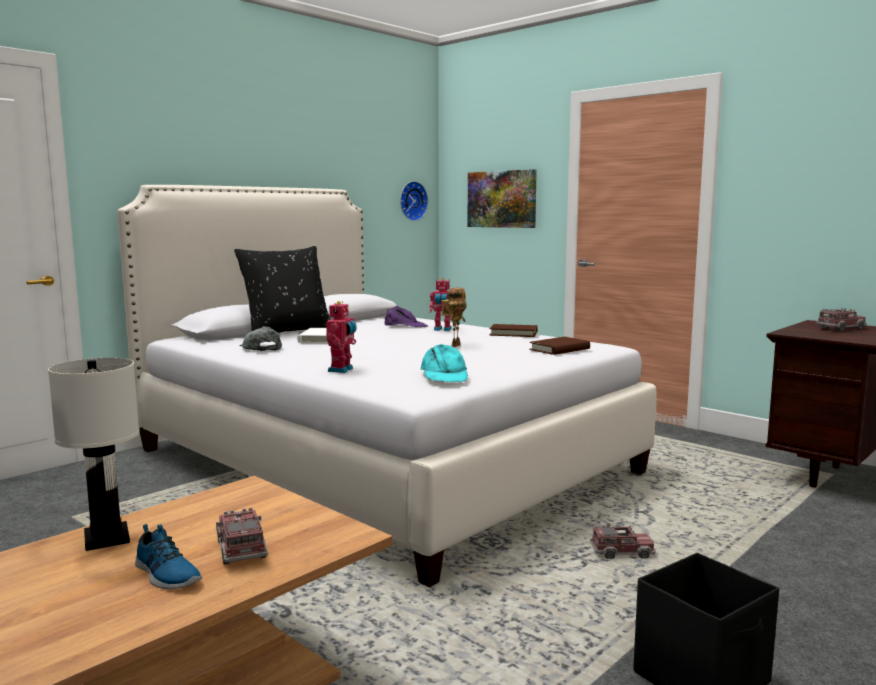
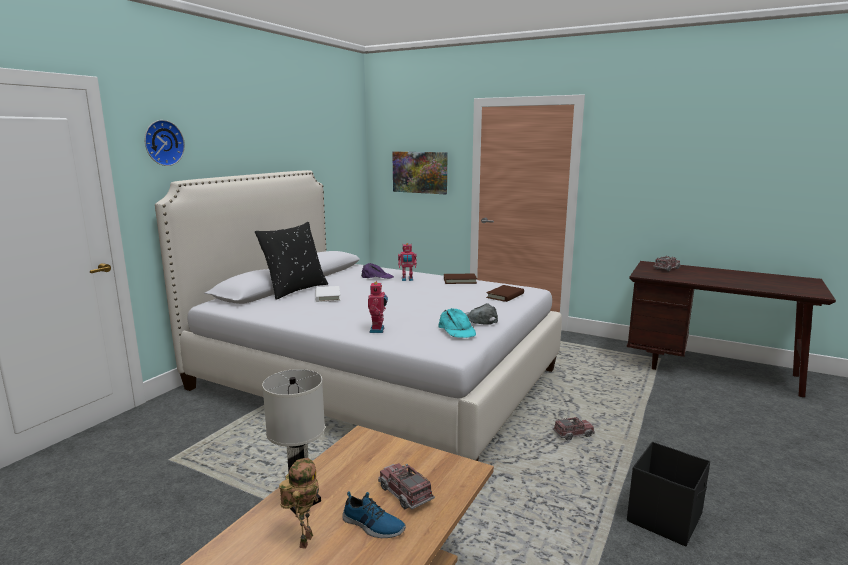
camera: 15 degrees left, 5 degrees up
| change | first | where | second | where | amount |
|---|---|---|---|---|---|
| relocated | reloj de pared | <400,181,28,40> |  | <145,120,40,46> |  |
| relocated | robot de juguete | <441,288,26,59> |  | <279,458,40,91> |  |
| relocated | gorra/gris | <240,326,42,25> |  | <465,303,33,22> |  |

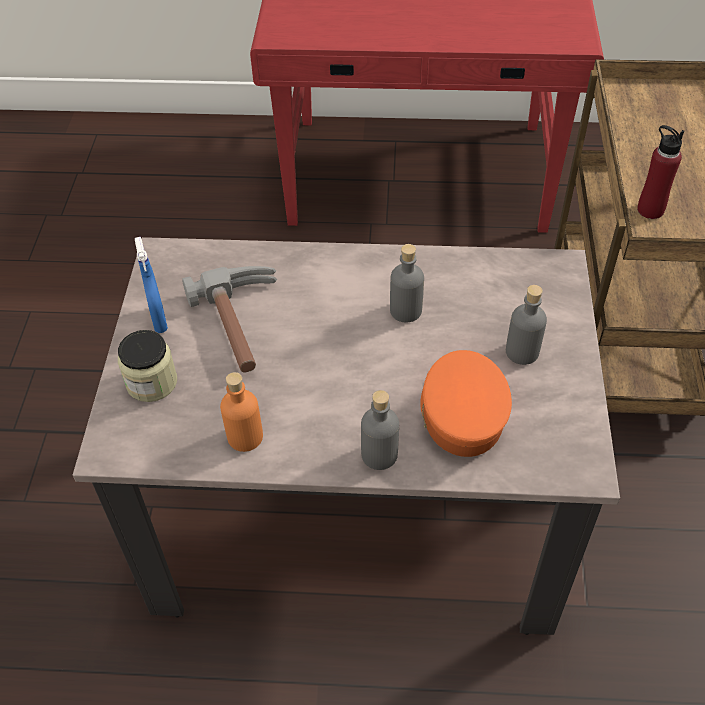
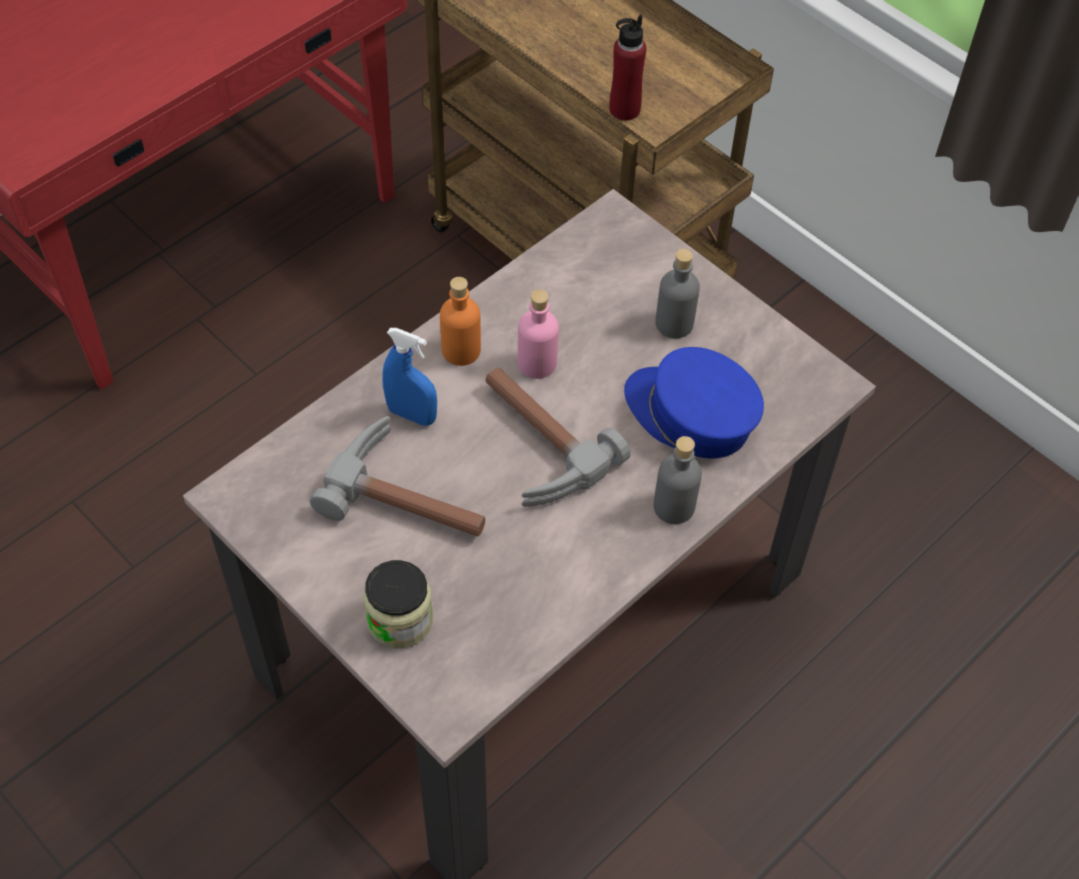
camera: 50 degrees left, 5 degrees up
| change | first | where | second | where | amount |
|---|---|---|---|---|---|
| relocated | pulverizador/azul | <135,237,33,96> |  | <382,328,55,98> |  |
| colour | botella/gris | <390,244,34,78> | botella/rosa | <518,290,41,89> |  |
| colour | gorra/naranja | <420,350,92,107> | gorra/azul | <624,347,140,111> |  |
| relocated | botella/naranja | <220,372,43,80> |  | <440,277,41,89> |  |
| appeared |  |  | martillo | <485,367,145,140> |  |

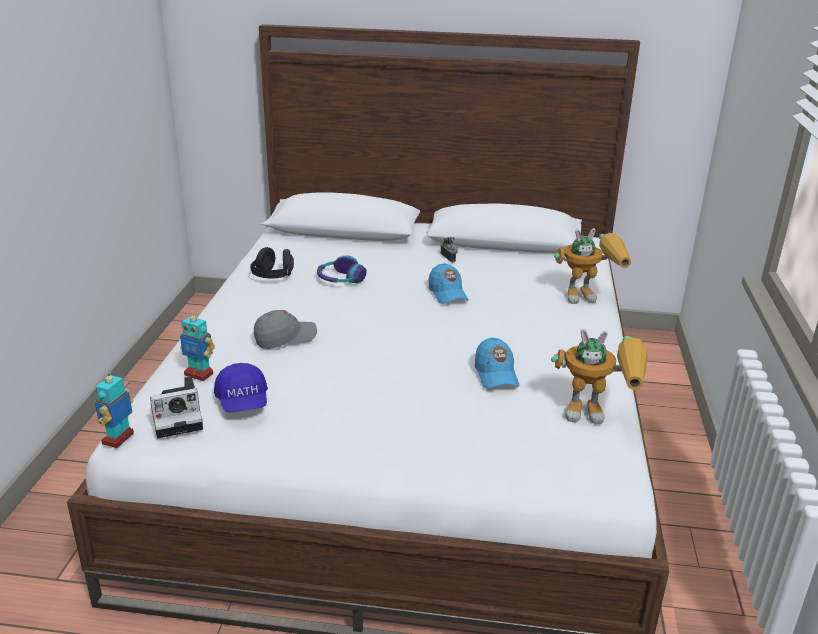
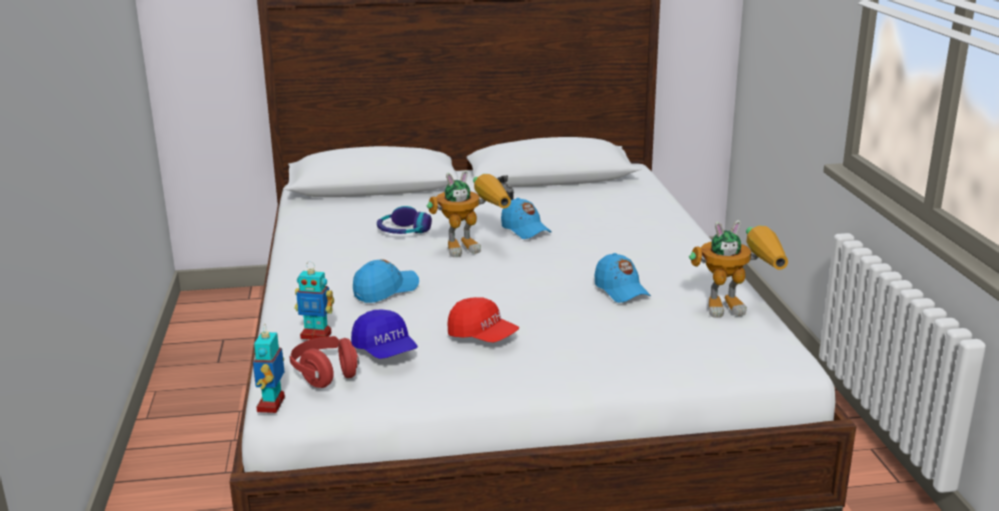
camera: 15 degrees left, 5 degrees down
| change | first | where | second | where | amount |
|---|---|---|---|---|---|
| relocated | robot de juguete | <554,228,77,76> |  | <427,170,84,87> |  |
| missing | auriculares/negro | <250,247,44,31> |  |  |  |
| colour | gorra/gris | <254,310,63,39> | gorra/azul | <353,259,66,44> |  |
| exchanged | cámara | <150,376,53,62> | auriculares/rojo | <289,336,70,52> |  |
| appeared |  |  | gorra/rojo | <447,297,72,46> |  |

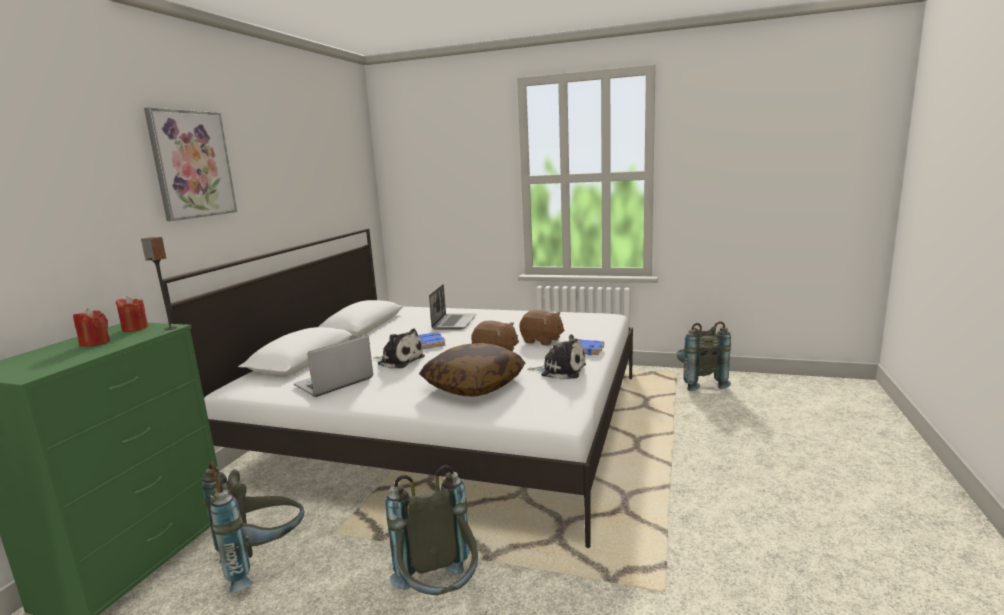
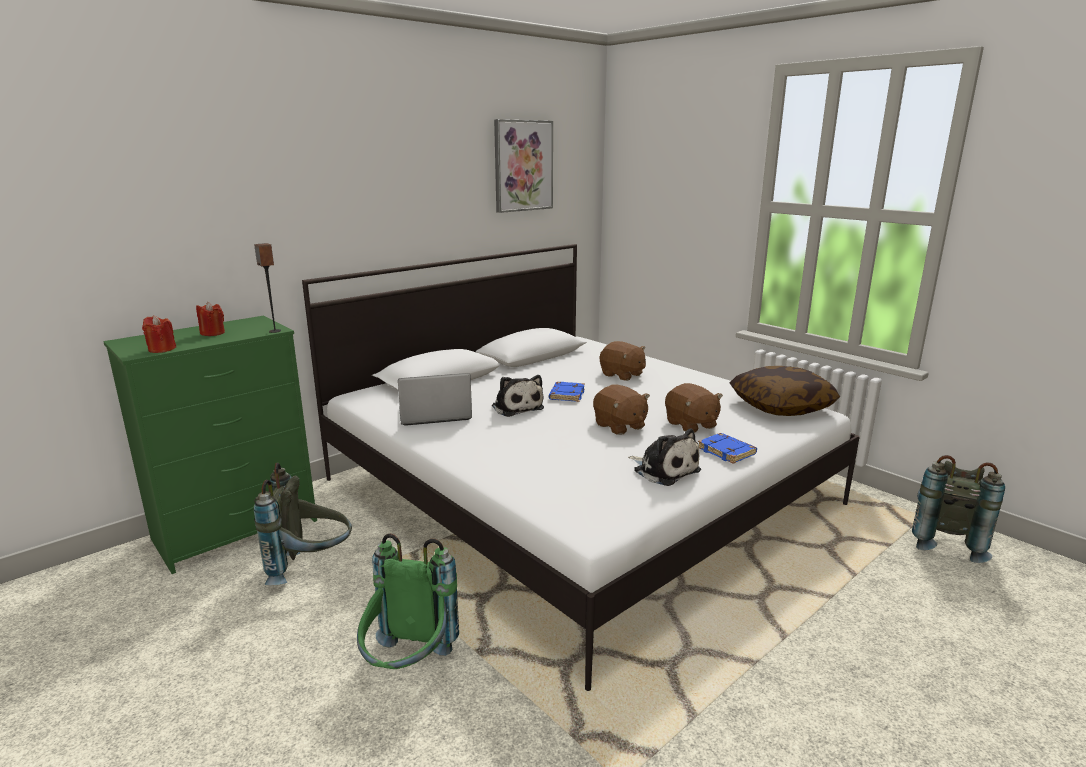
camera: 30 degrees right, 5 degrees up
| change | first | where | second | where | amount |
|---|---|---|---|---|---|
| relocated | cuadro | <144,107,93,114> |  | <494,119,59,94> |  |
| exchanged | portátil | <429,284,47,46> | peluche/marrón | <600,341,46,40> |  |
| relocated | vela/rojo | <116,296,32,36> |  | <142,315,34,38> |  |
| relocated | cojín | <419,343,106,54> |  | <730,366,110,50> |  |
| colour | mochila/gris | <385,465,93,130> | mochila/verde | <357,533,102,136> |  |

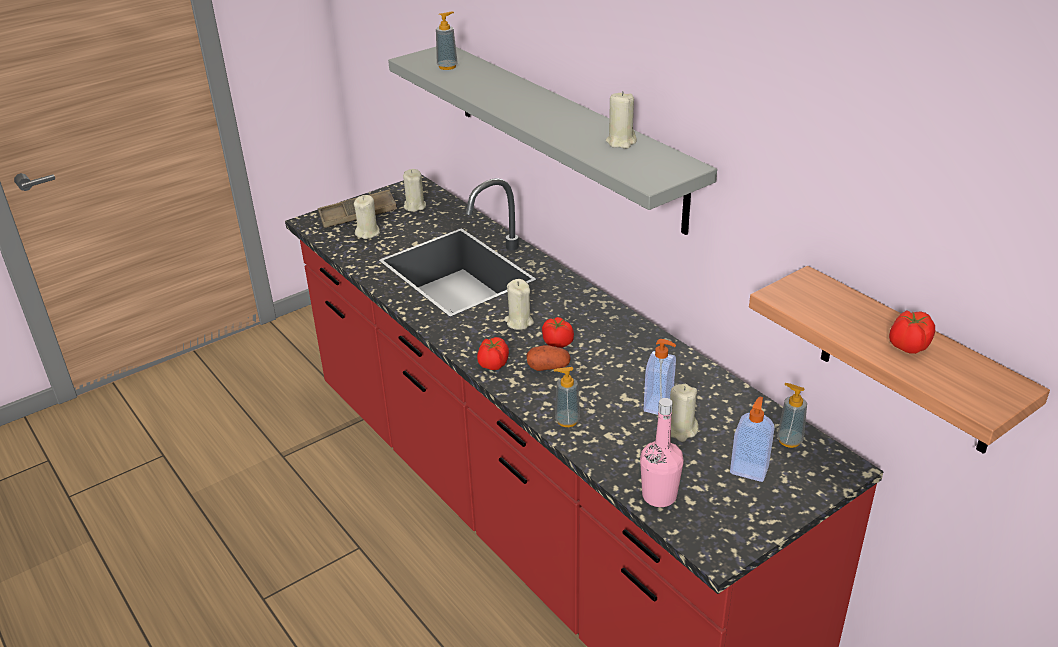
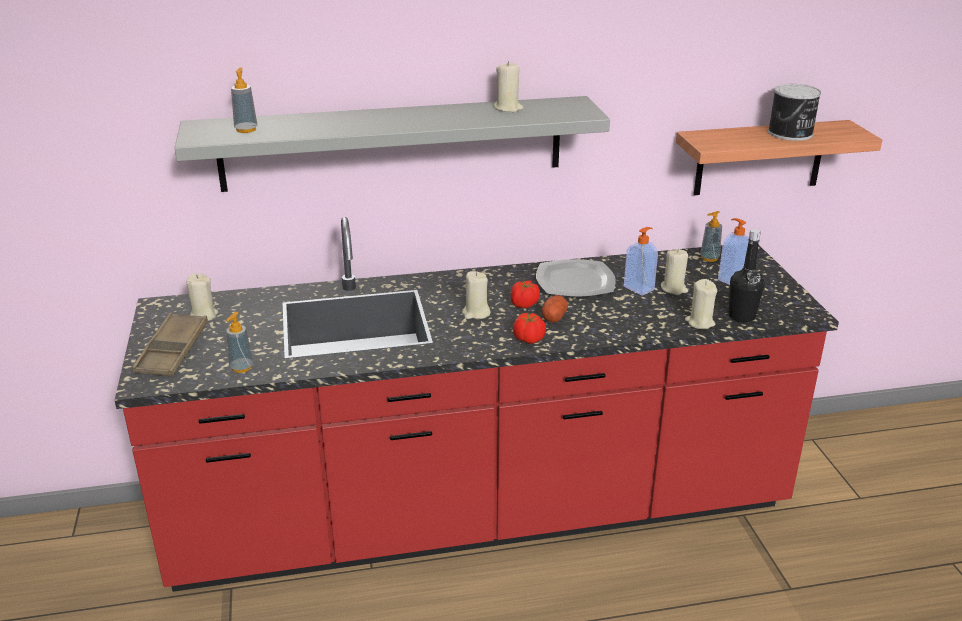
camera: 65 degrees left, 5 degrees down
| change | first | where | second | where | amount |
|---|---|---|---|---|---|
| relocated | vela/beis | <354,195,26,44> |  | <685,279,32,50> |  |
| exchanged | tomate | <889,310,46,44> | lata | <768,84,53,57> |  |
| relocated | dispensador de jabón | <554,367,26,60> |  | <226,312,27,61> |  |
| colour | botella/rosa | <640,398,44,109> | botella/negro | <729,229,36,93> |  |
| appeared |  |  | plato | <536,259,80,38> |  |

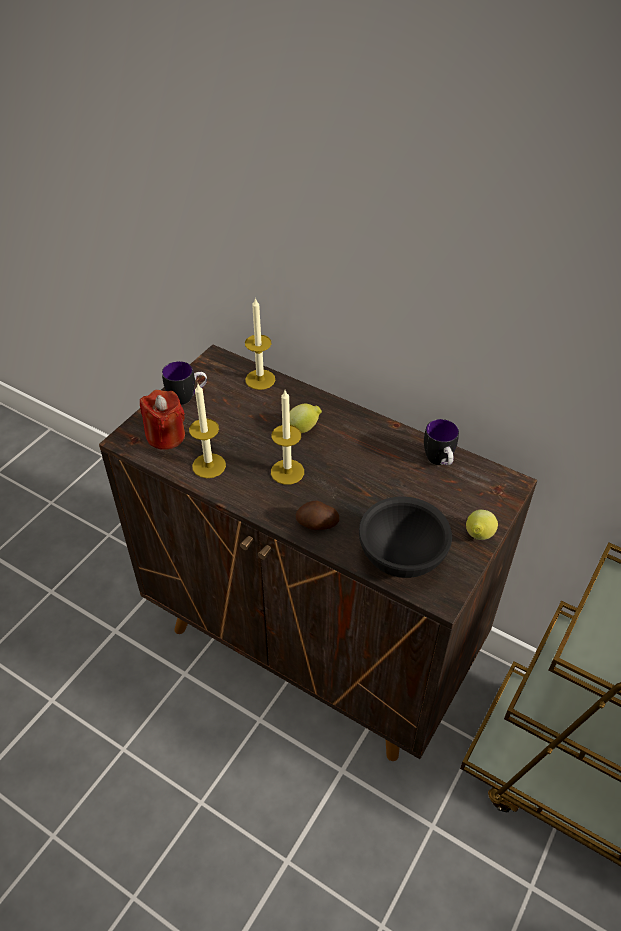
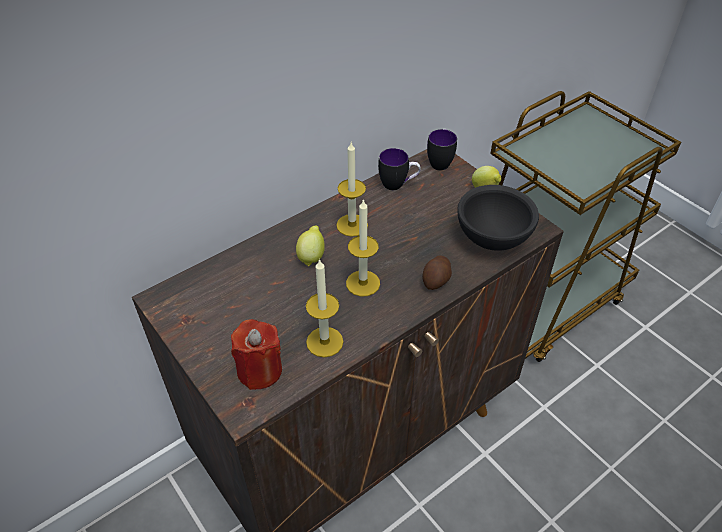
camera: 70 degrees left, 0 degrees up
| change | first | where | second | where | amount |
|---|---|---|---|---|---|
| relocated | vela | <245,297,30,93> |  | <336,142,32,95> |  |
| relocated | taza grande | <162,361,45,44> |  | <427,129,30,42> |  |

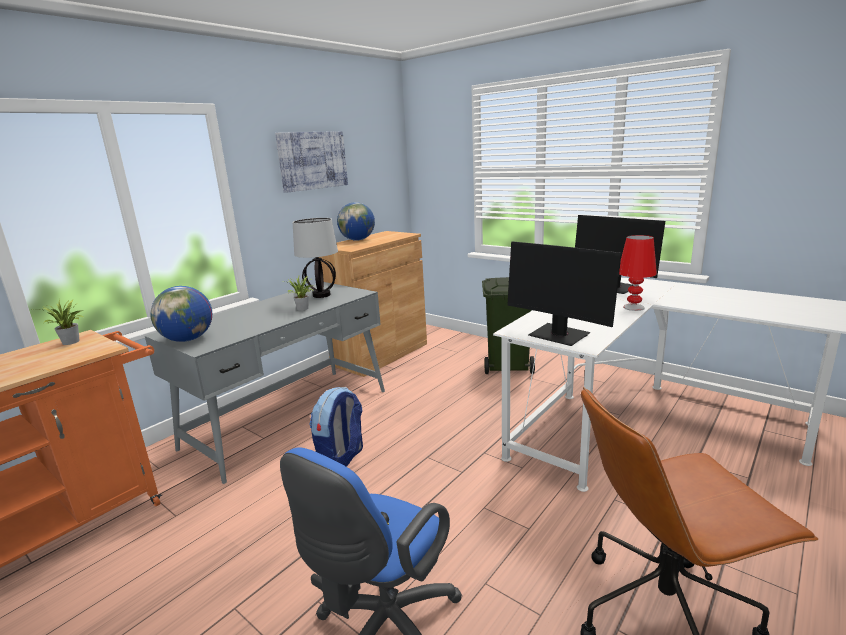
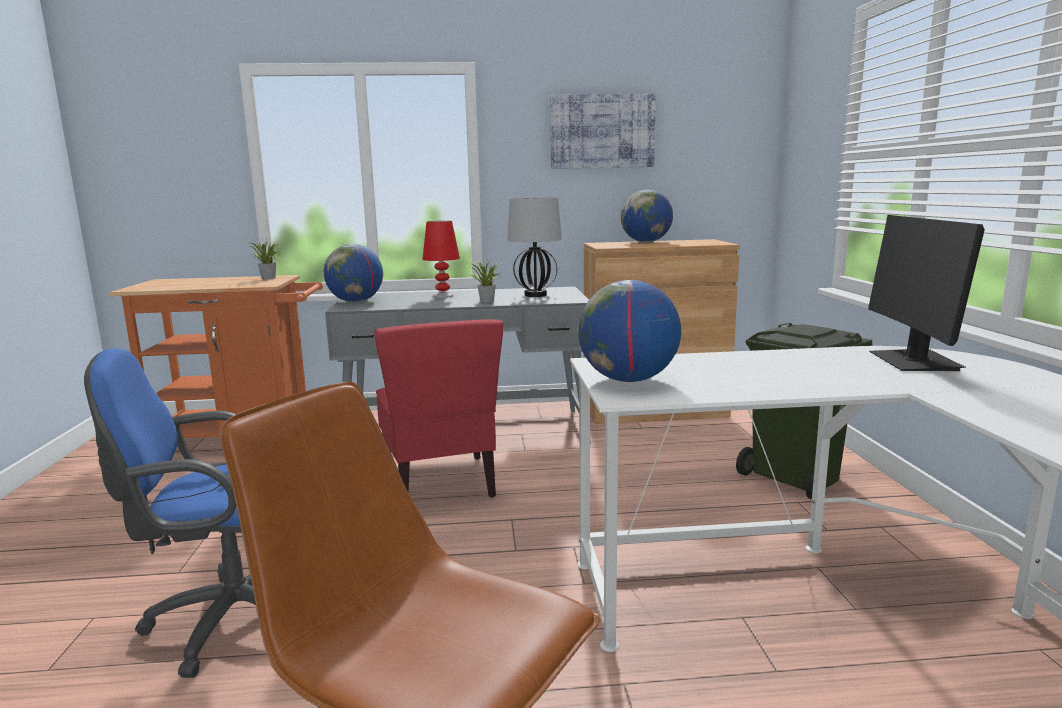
camera: 45 degrees right, 5 degrees down
| change | first | where | second | where | amount |
|---|---|---|---|---|---|
| relocated | lámpara de mesa/rojo | <619,235,38,76> |  | <422,221,38,77> |  |
| exchanged | monitor | <507,241,115,105> | globo terráqueo | <578,280,103,102> |  |
| exchanged | mochila | <309,387,54,80> | silla/rojo | <374,319,129,179> |  |

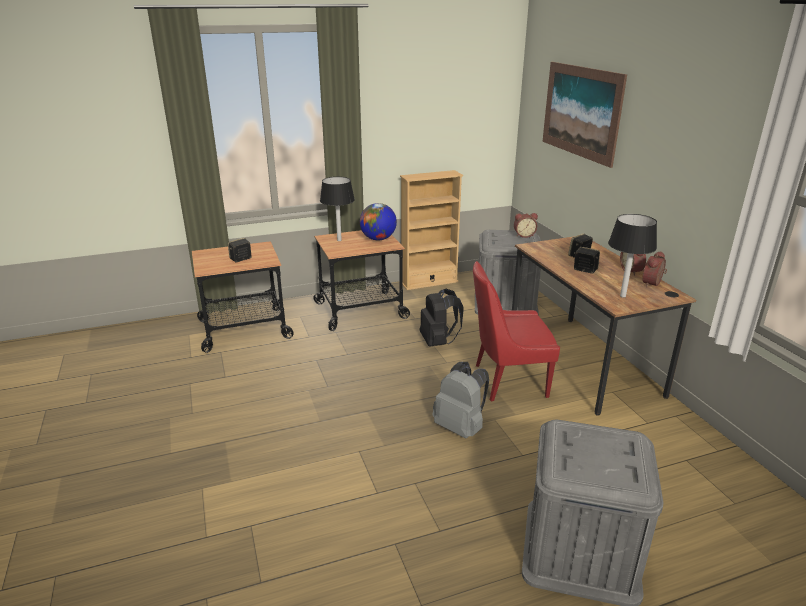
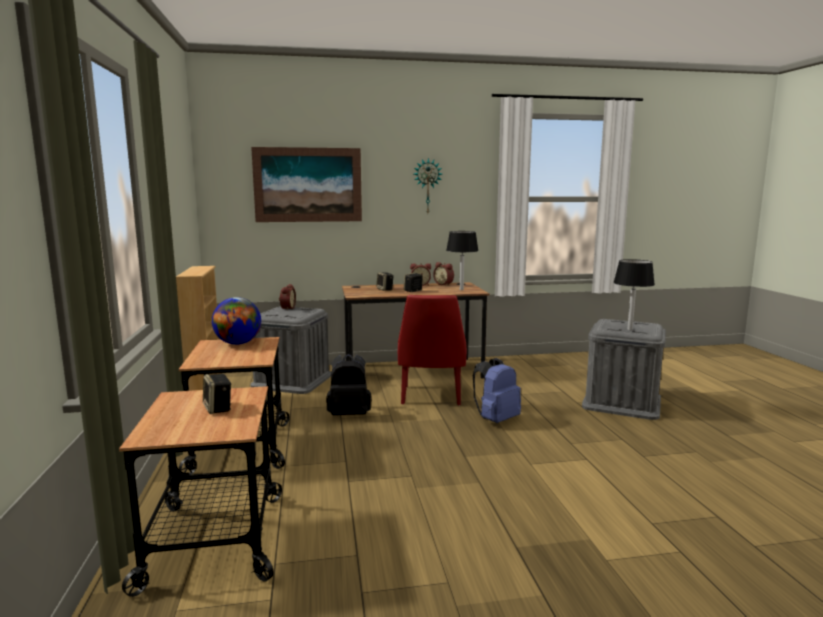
camera: 80 degrees left, 15 degrees down
| change | first | where | second | where | amount |
|---|---|---|---|---|---|
| relocated | lámpara de mesa/negro | <320,177,35,64> |  | <613,259,42,71> |  |
| colour | mochila/gris | <432,362,57,77> | mochila/azul | <473,358,48,65> |  |
| appeared |  |  | reloj de pared | <414,158,28,55> |  |

